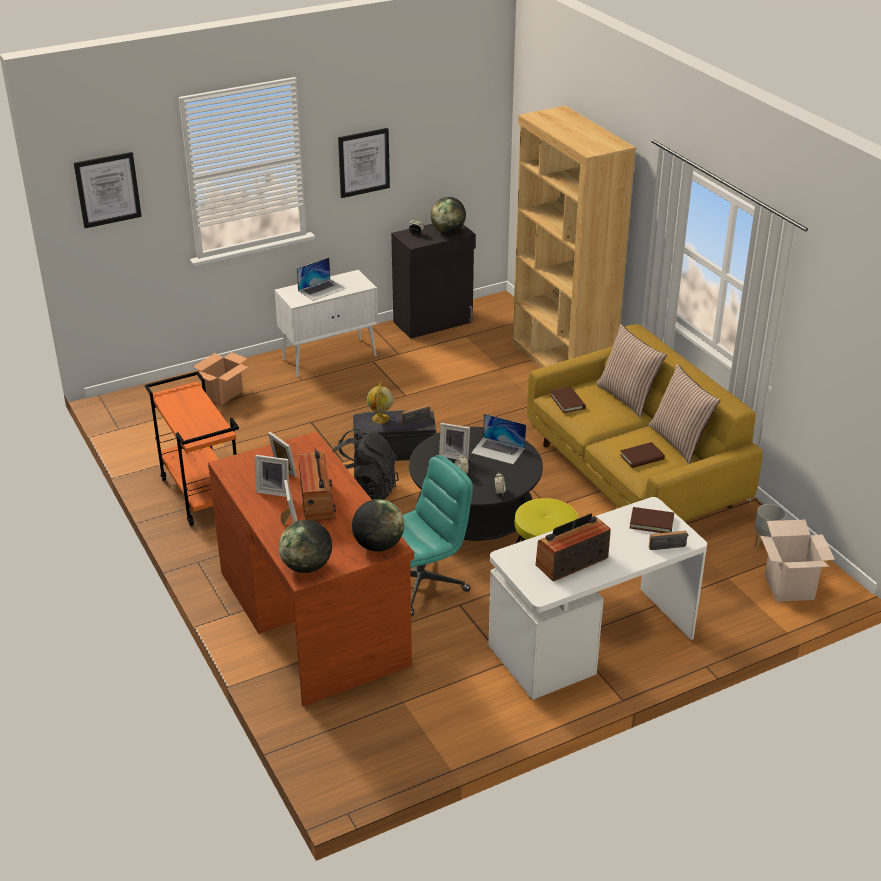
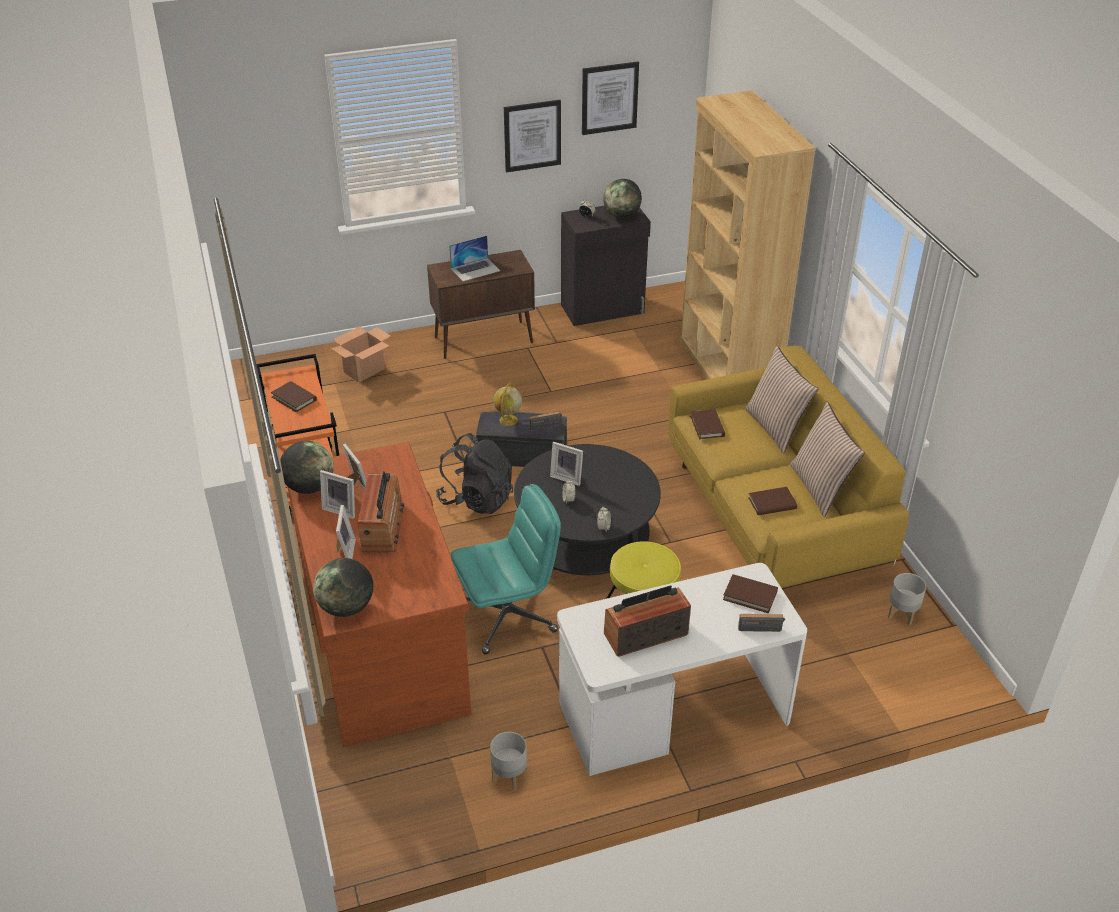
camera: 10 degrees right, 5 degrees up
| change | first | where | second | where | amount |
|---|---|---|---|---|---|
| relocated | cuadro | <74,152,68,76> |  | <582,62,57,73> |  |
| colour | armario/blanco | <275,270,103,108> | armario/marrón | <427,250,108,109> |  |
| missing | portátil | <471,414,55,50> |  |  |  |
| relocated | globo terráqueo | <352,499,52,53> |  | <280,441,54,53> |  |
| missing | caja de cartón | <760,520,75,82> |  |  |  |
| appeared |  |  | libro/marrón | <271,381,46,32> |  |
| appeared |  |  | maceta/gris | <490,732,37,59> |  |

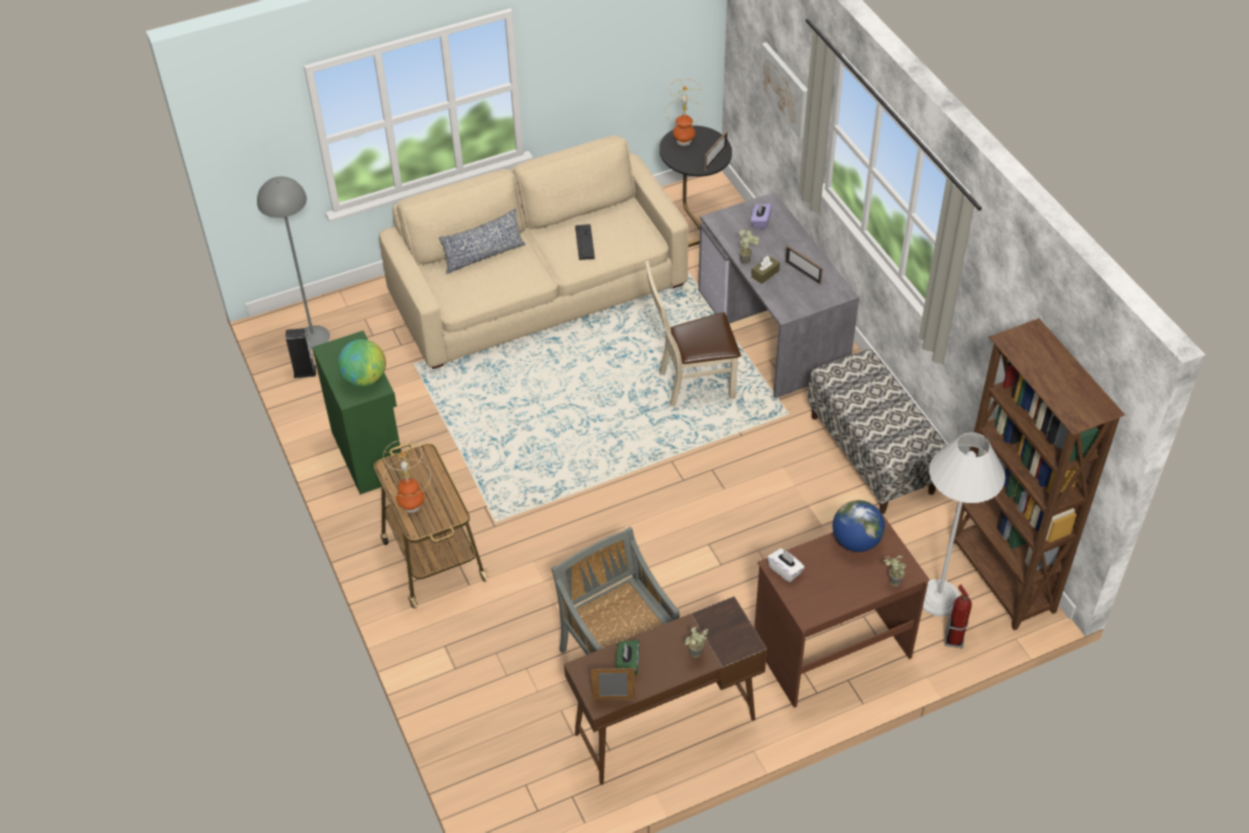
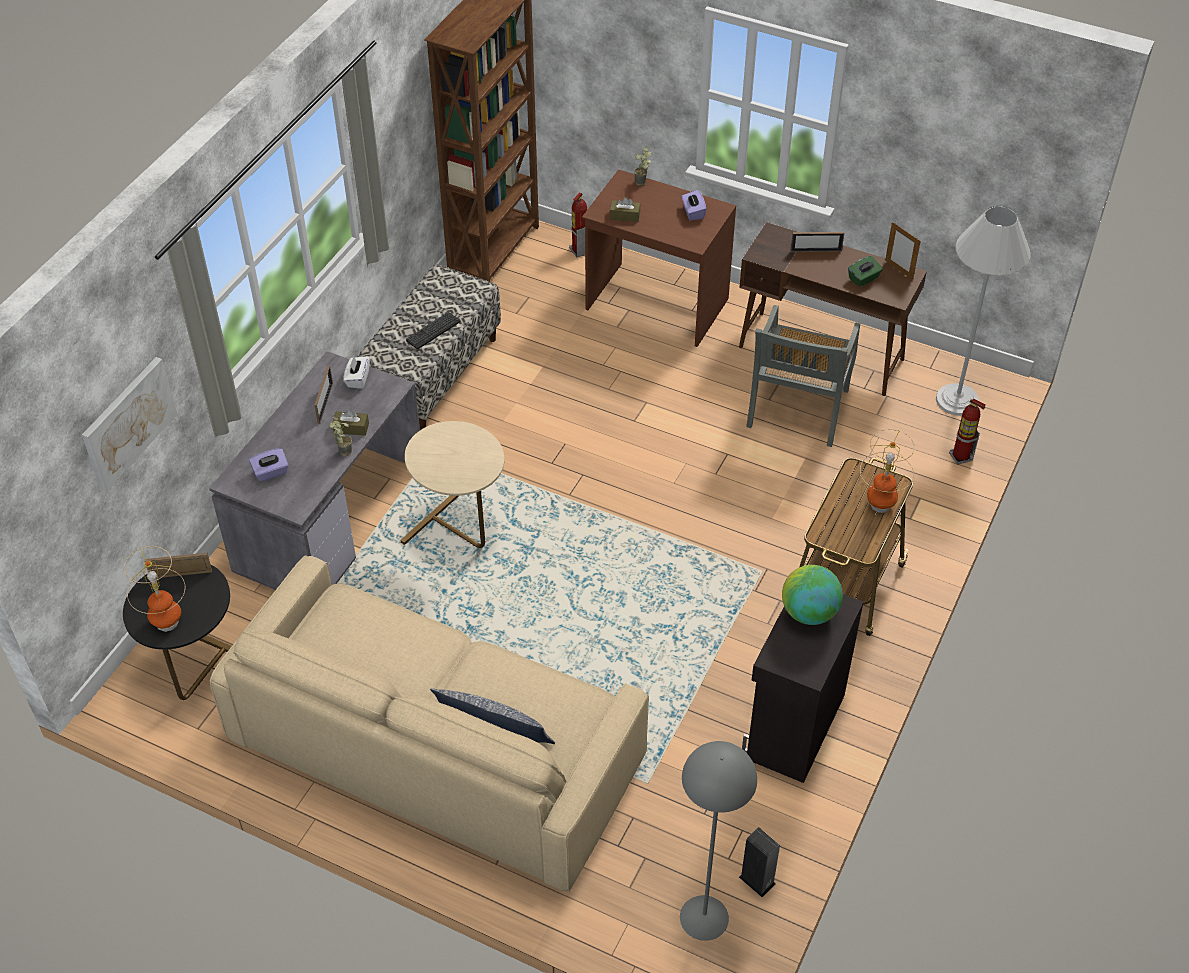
camera: 130 degrees left, 0 degrees up
| change | first | where | second | where | amount |
|---|---|---|---|---|---|
| relocated | teclado | <575,224,20,36> |  | <406,312,54,37> |  |
| exchanged | silla/beis | <645,261,96,146> | mesa auxiliar/beis | <400,421,104,127> |  |
| colour | armario/verde | <312,330,89,165> | armario/negro | <742,594,121,189> |  |
| relocated | lámpara de pie/blanco | <923,432,82,184> |  | <936,206,95,210> |  |
| exchanged | globo terráqueo | <833,500,52,52> | caja de pañuelos/marrón | <610,197,31,25> |  |
| relocated | caja de pañuelos/blanco | <768,548,36,34> |  | <343,356,27,33> |  |
| exchanged | planta en maceta | <685,627,24,31> | portarretratos | <790,232,54,20> |  |
| appeared |  |  | caja de pañuelos/morado | <682,190,25,31> |  |
| appeared |  |  | extintor | <949,399,37,66> |  |

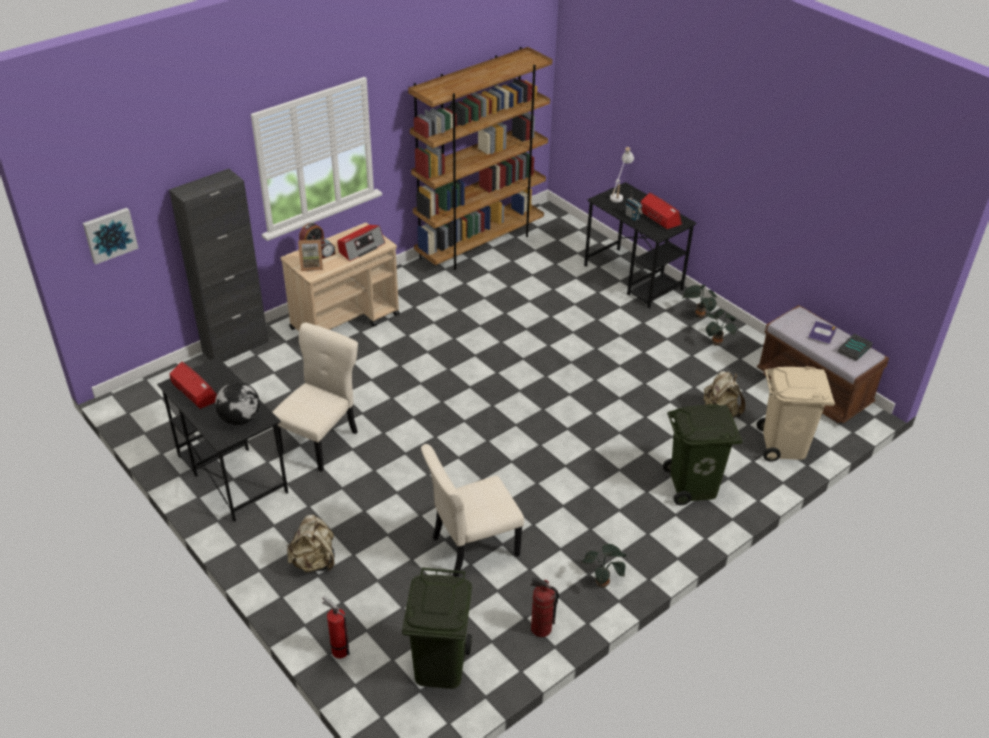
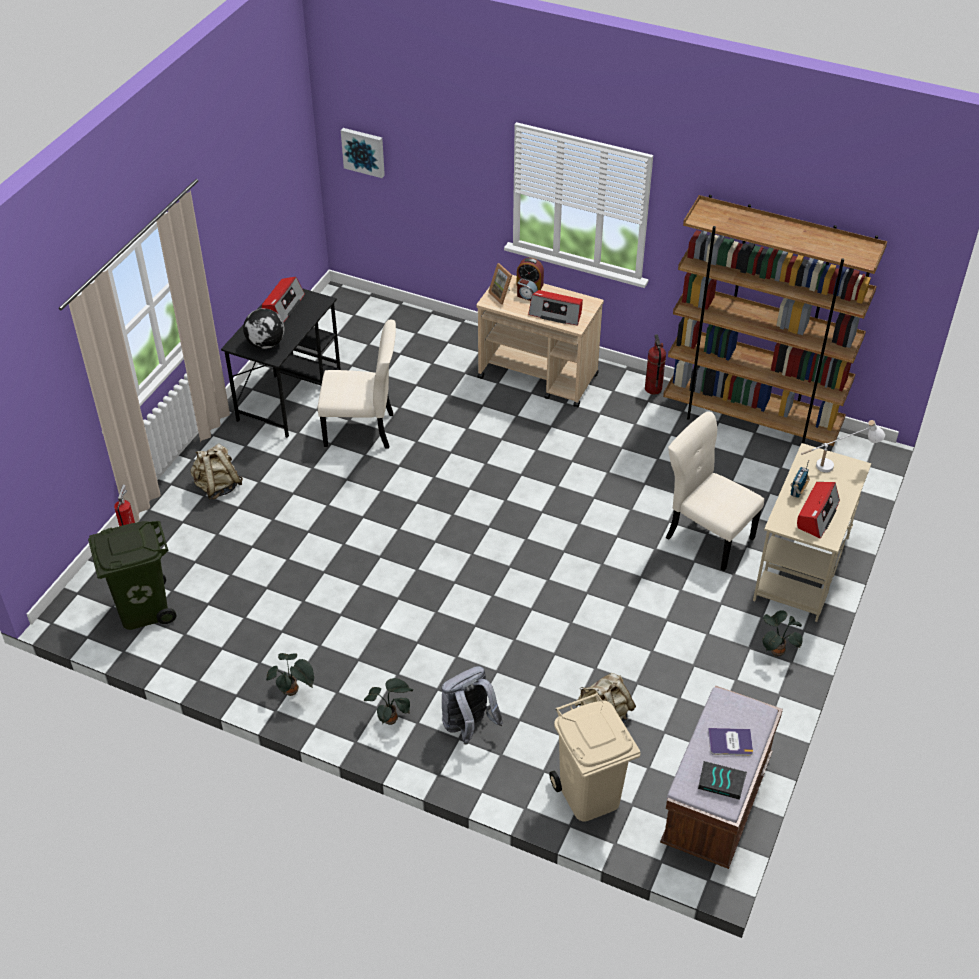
camera: 65 degrees right, 5 degrees up
| change | first | where | second | where | amount |
|---|---|---|---|---|---|
| missing | armario/negro | <169,169,100,193> |  |  |  |
| colour | escritorio/negro | <584,182,113,126> | escritorio/beis | <753,443,118,179> |  |
| relocated | planta en maceta | <706,309,30,37> |  | <364,678,49,47> |  |
| exchanged | papelera/verde | <663,404,80,101> | mochila/gris | <441,666,63,79> |  |
| relocated | silla/beis | <421,444,103,133> |  | <666,411,98,160> |  |
| relocated | extintor | <530,577,29,60> |  | <645,334,21,60> |  |

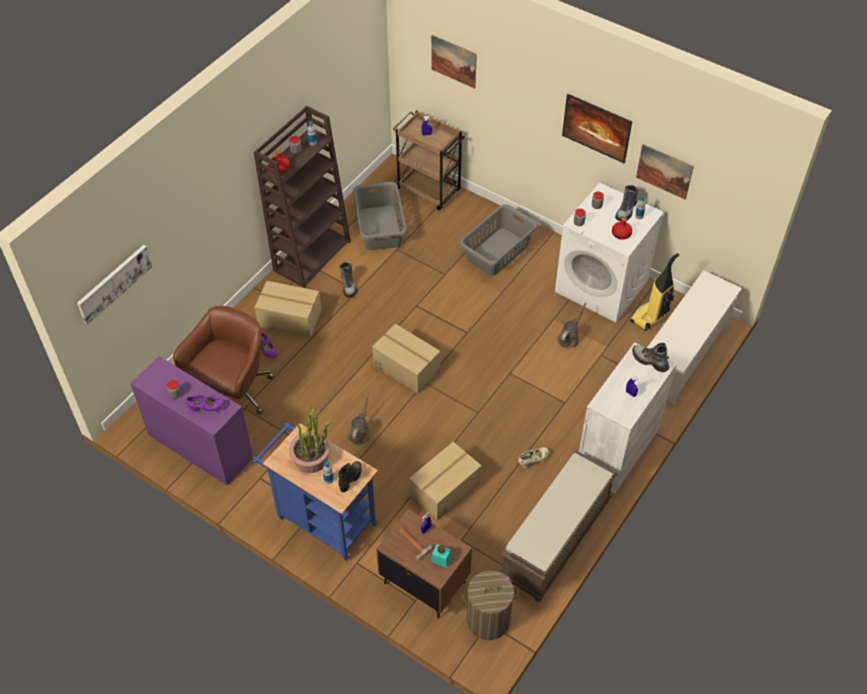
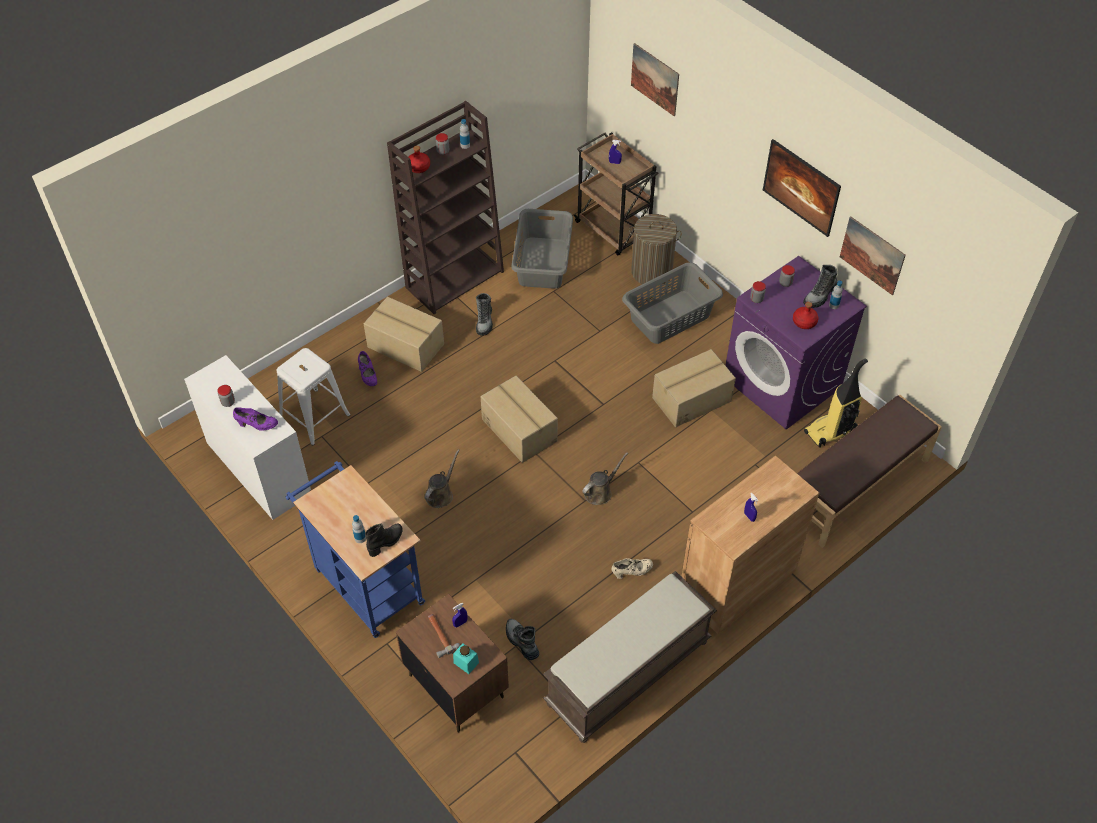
camera: 15 degrees right, 0 degrees up
| change | first | where | second | where | amount |
|---|---|---|---|---|---|
| colour | lavadora/blanco | <555,182,109,140> | lavadora/morado | <725,256,142,173> |  |
| missing | cuadro | <77,245,75,80> |  |  |  |
| exchanged | zapatero/blanco | <647,270,95,135> | banco/marrón | <797,394,145,154> |  |
| relocated | regadera/marrón | <558,303,29,45> |  | <582,453,46,52> |  |
| exchanged | silla de oficina/marrón | <173,306,101,109> | taburete/blanco | <277,348,73,98> |  |
| colour | armario/blanco | <579,342,98,151> | armario/marrón | <682,455,137,179> |  |
| relocated | bota | <632,343,37,29> |  | <506,619,33,41> |  |
| colour | escritorio/morado | <130,356,123,130> | escritorio/blanco | <184,355,127,165> |  |
| missing | planta en maceta | <289,407,43,66> |  |  |  |
| relocated | caja de cartón | <409,442,73,79> |  | <652,349,84,78> |  |
| relocated | cesto de la ropa | <462,571,57,69> |  | <629,214,53,72> |  |

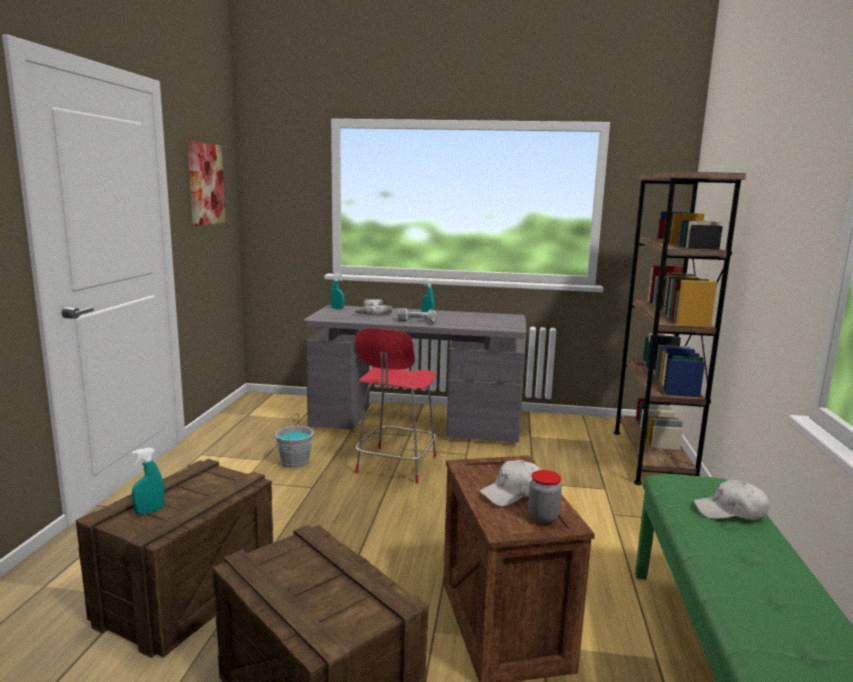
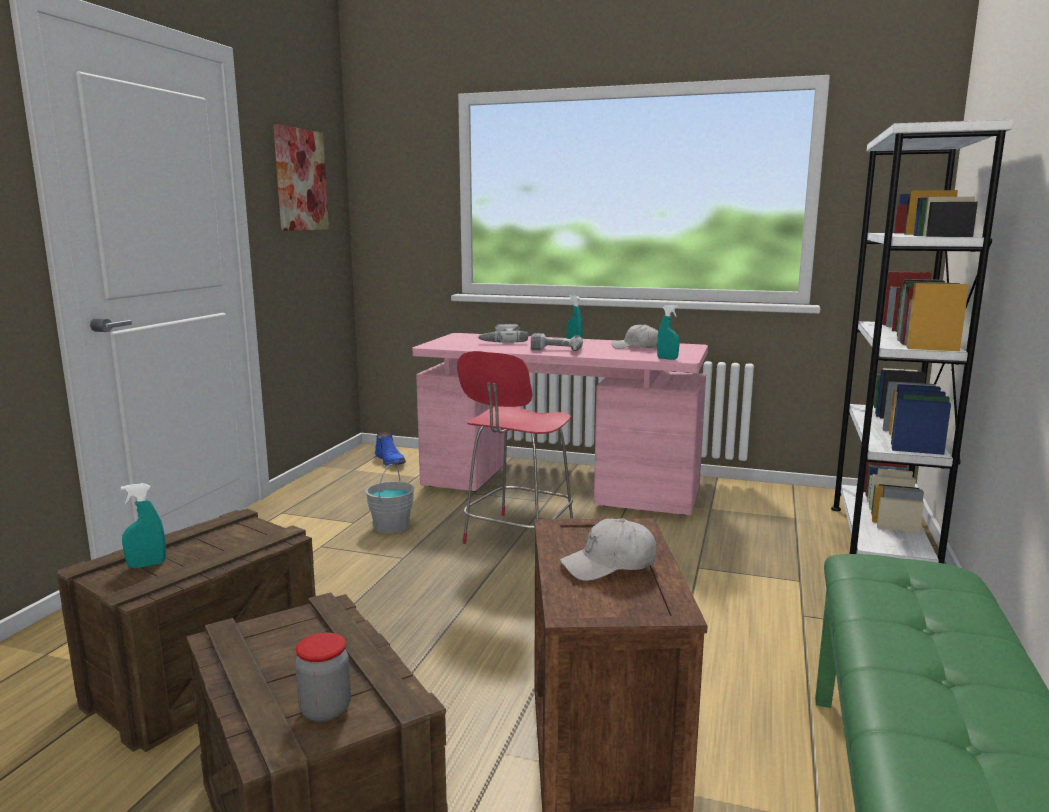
camera: 10 degrees right, 0 degrees up
| change | first | where | second | where | amount |
|---|---|---|---|---|---|
| colour | estantería/marrón | <614,171,132,314> | estantería/blanco | <831,119,182,445> |  |
| relocated | pulverizador/turquesa | <331,273,13,36> |  | <657,305,23,55> |  |
| colour | escritorio/gris | <304,305,223,138> | escritorio/rosa | <412,333,296,182> |  |
| relocated | tarro | <528,470,34,53> |  | <295,633,56,89> |  |
| relocated | gorra/blanco | <694,479,76,41> |  | <612,324,46,25> |  |
| appeared |  |  | bota/azul | <375,432,31,34> |  |

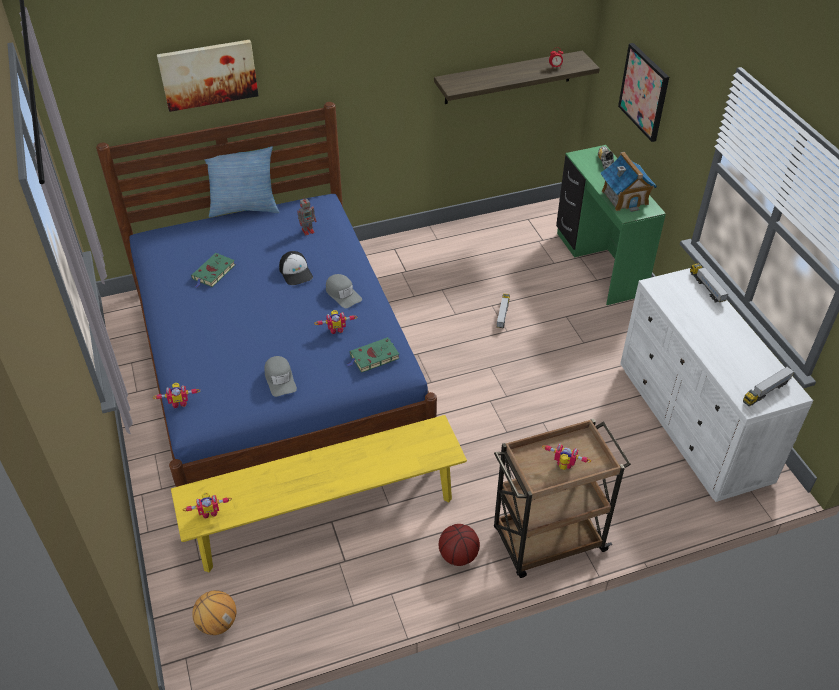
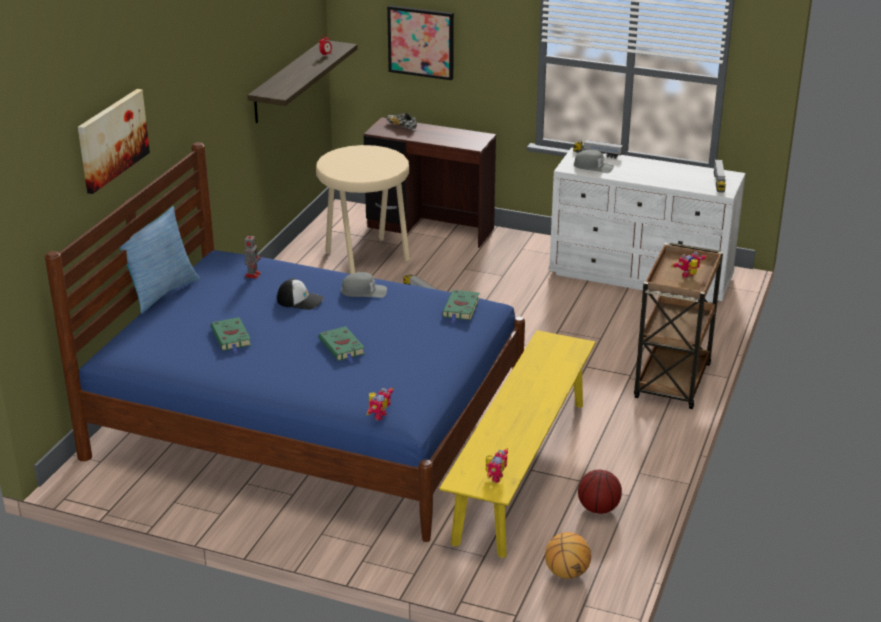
camera: 50 degrees left, 15 degrees down
| change | first | where | second | where | amount |
|---|---|---|---|---|---|
| colour | escritorio/verde | <556,145,110,160> | escritorio/marrón | <364,117,132,131> |  |
| missing | casita | <600,152,57,60> |  |  |  |
| missing | robot de juguete | <314,310,44,24> |  |  |  |
| relocated | gorra/gris | <264,356,33,41> |  | <574,149,40,24> |  |
| relocated | balón de baloncesto | <439,524,41,42> |  | <578,470,44,44> |  |
| appeared |  |  | taburete/beis | <316,145,94,129> |  |
| appeared |  |  | libro/verde | <318,326,47,37> |  |

